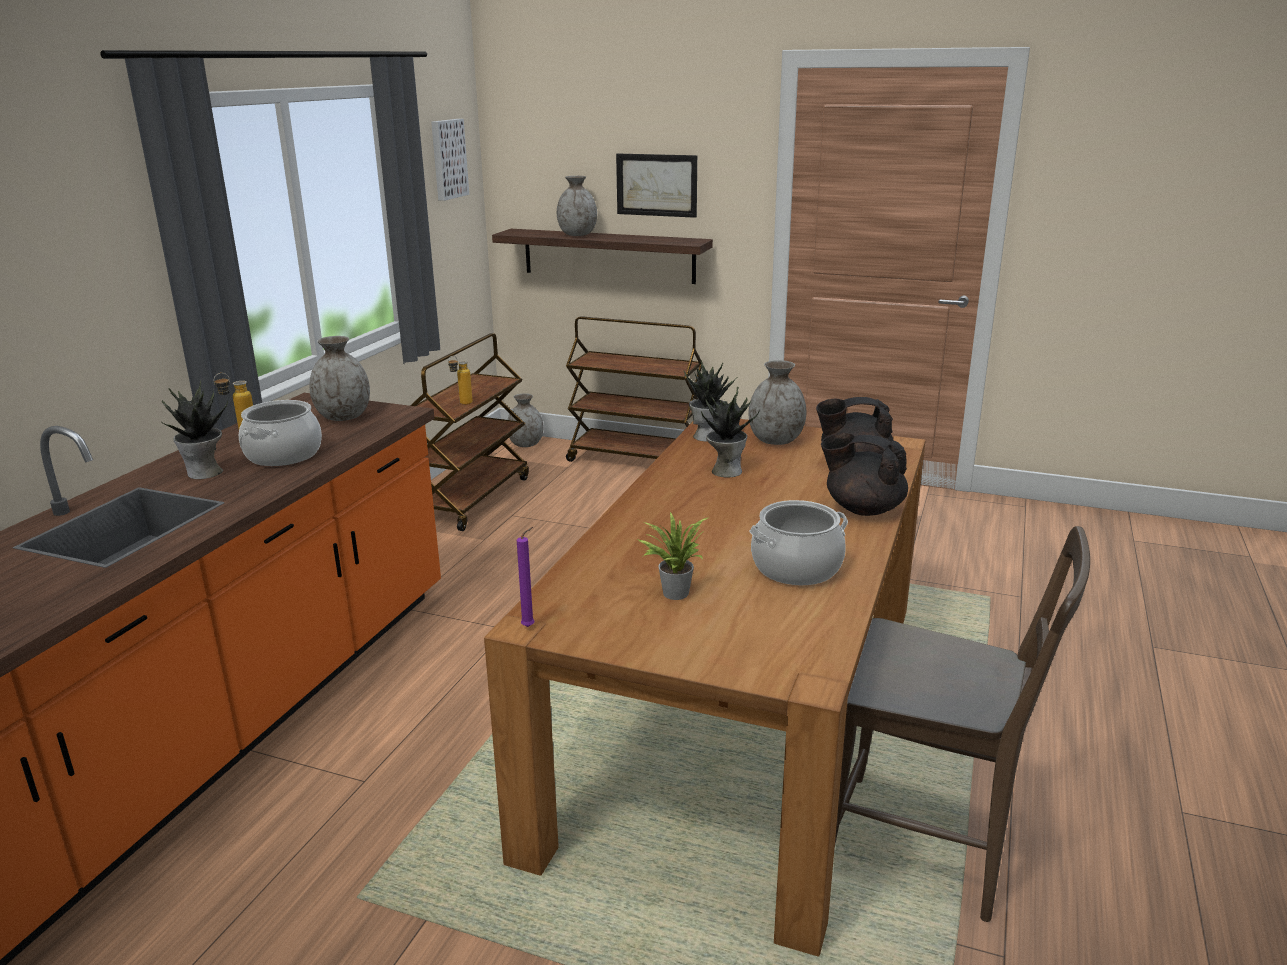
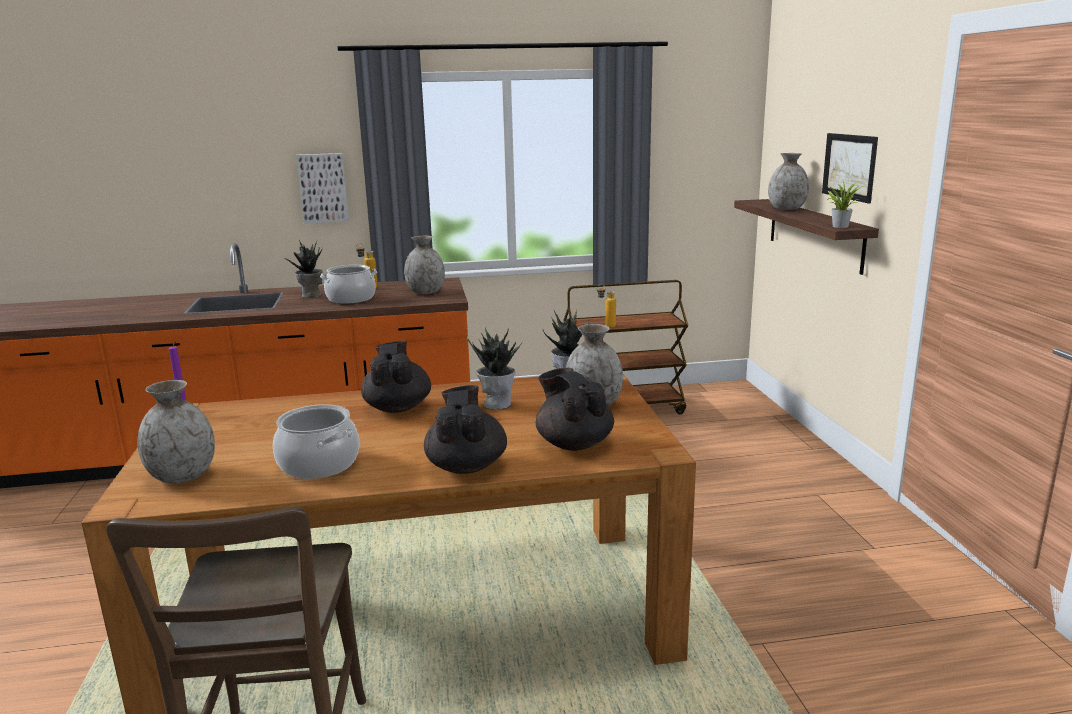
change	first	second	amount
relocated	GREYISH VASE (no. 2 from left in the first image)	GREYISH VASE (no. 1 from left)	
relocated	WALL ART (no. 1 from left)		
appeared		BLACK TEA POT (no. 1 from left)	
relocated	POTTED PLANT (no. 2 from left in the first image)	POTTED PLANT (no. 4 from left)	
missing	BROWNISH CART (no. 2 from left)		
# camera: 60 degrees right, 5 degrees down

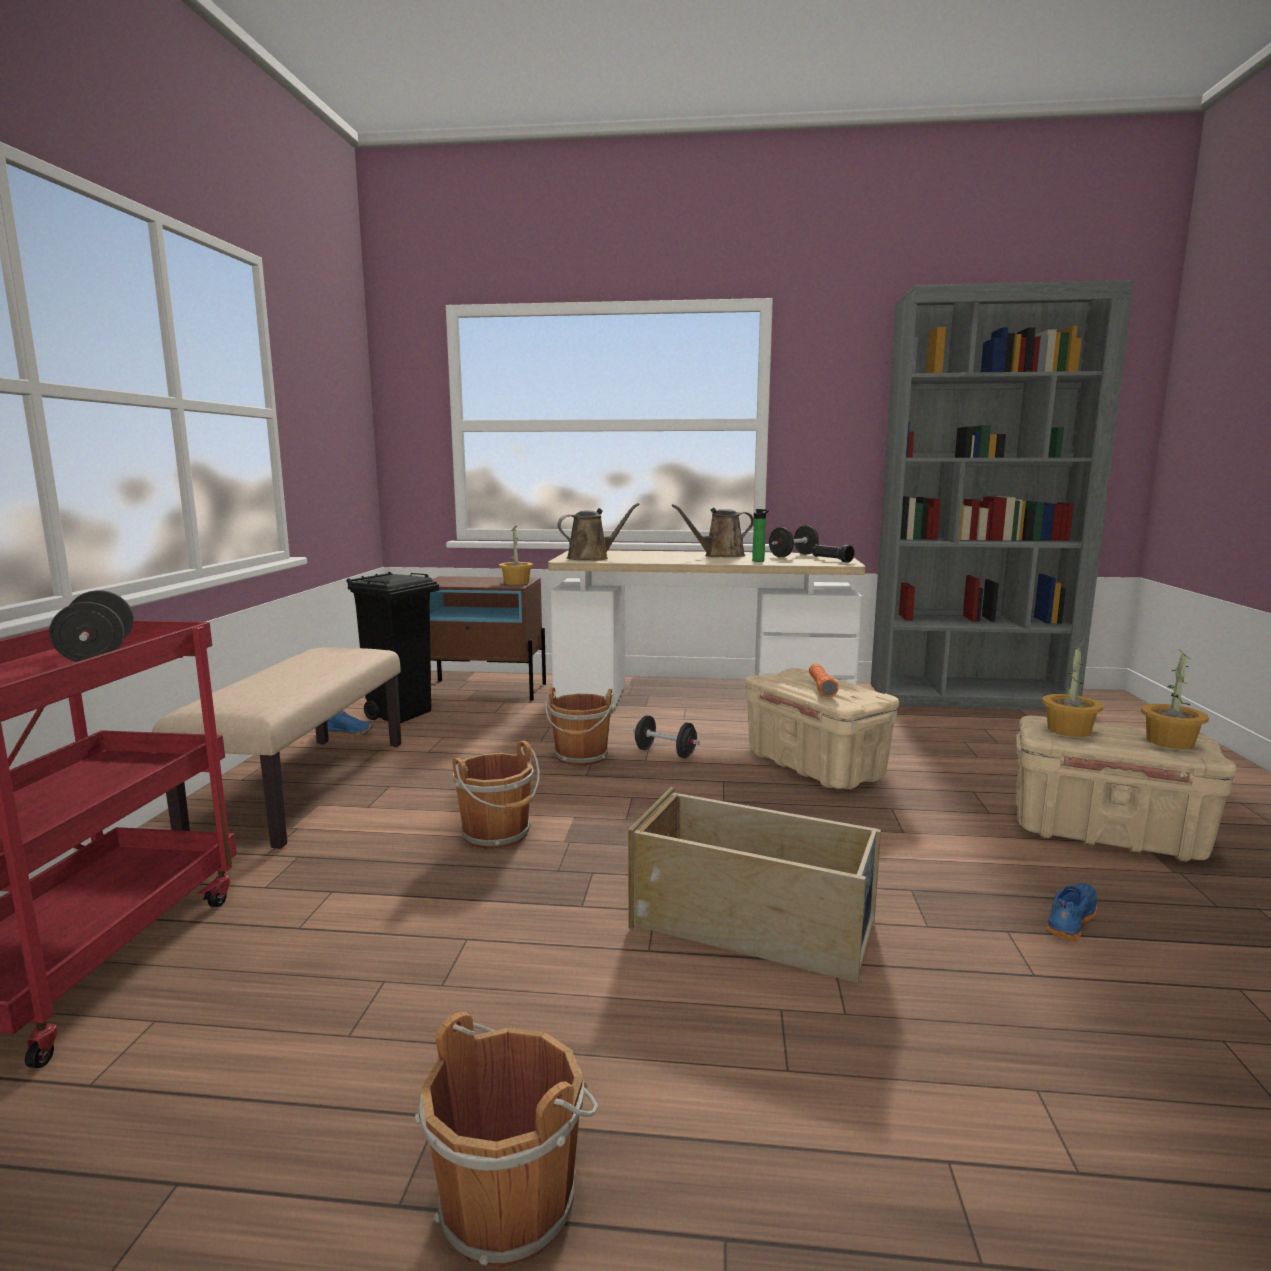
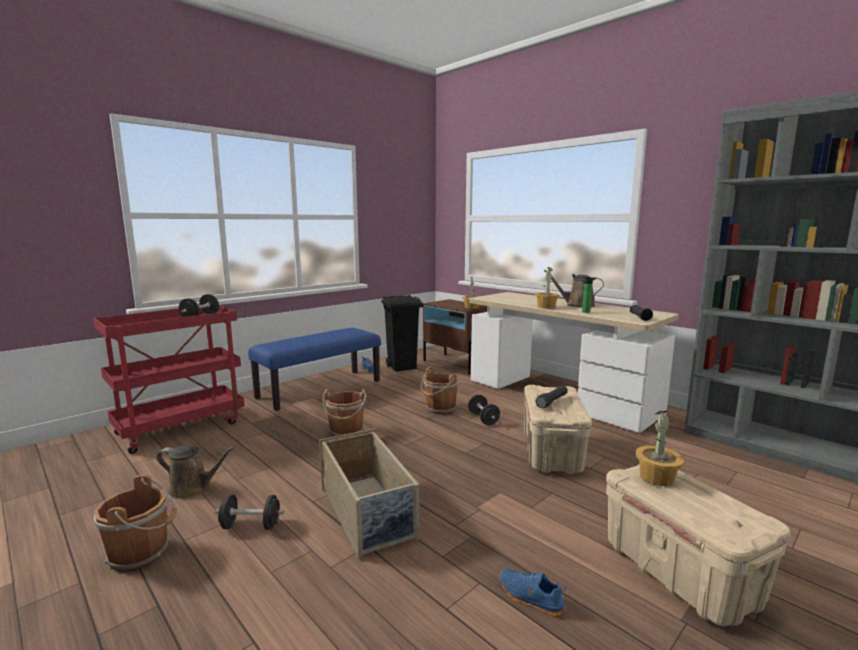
change	first	second	amount
relocated	BROWNISH SPRINKLING CAN (no. 1 from left)		
relocated	BLACK DUMBBELL (no. 3 from left in the first image)	BLACK DUMBBELL (no. 2 from left)	
colour	BEIGE-COLOURED INDOOR BENCH	BLUE INDOOR BENCH	
spun	BLUE LOW SHOE (no. 2 from left)		135 degrees counterclockwise
relocated	POTTED PLANT (no. 3 from left in the first image)	POTTED PLANT (no. 2 from left)	
colour	ORANGE-COLOURED HAND TORCH	BLACK HAND TORCH (no. 1 from left)	
# camera: 40 degrees right, 0 degrees up

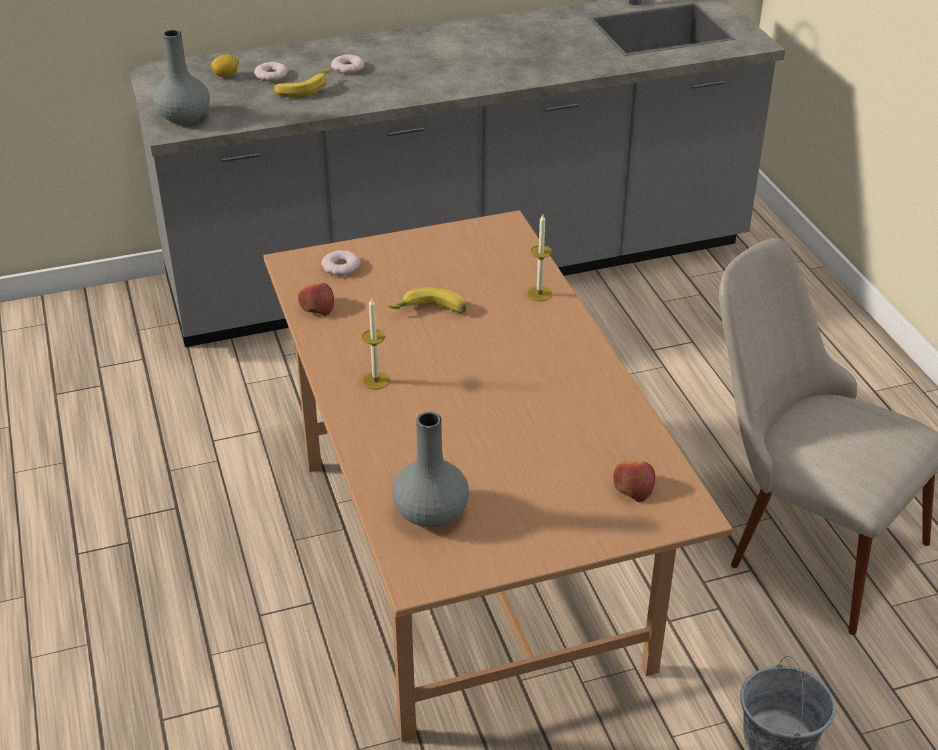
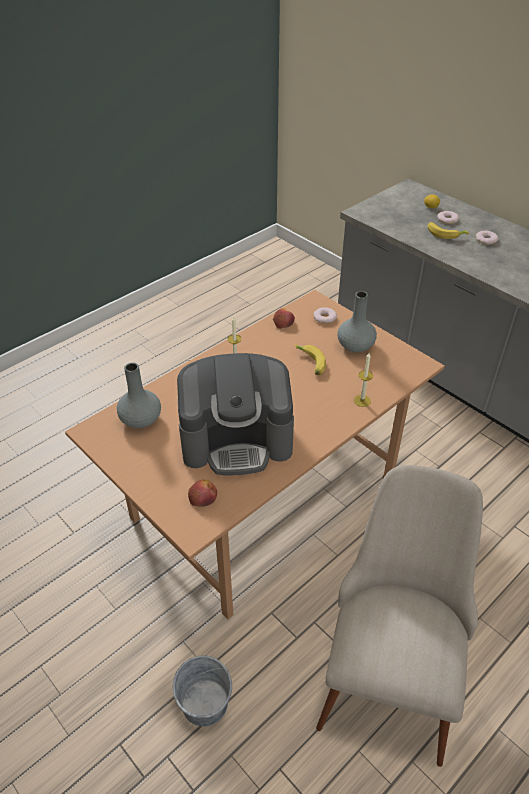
change	first	second	amount
appeared		COFFEE MACHINE	
relocated	GREYISH VASE (no. 1 from left in the first image)	GREYISH VASE (no. 2 from left)	
# camera: 65 degrees right, 5 degrees up

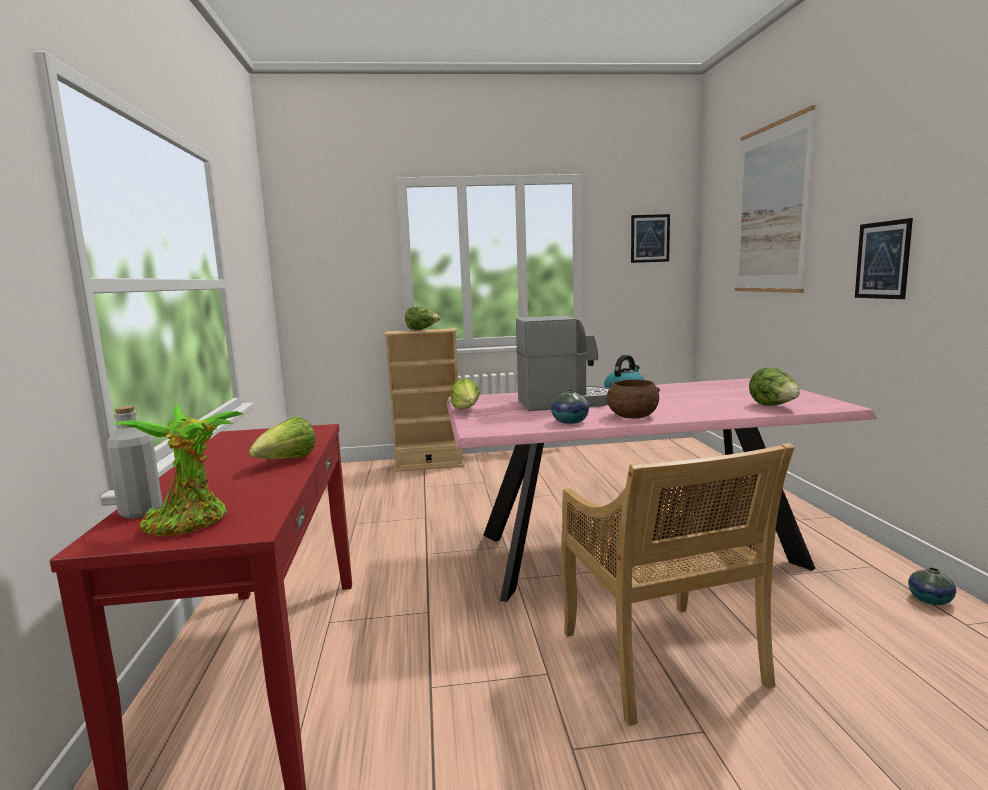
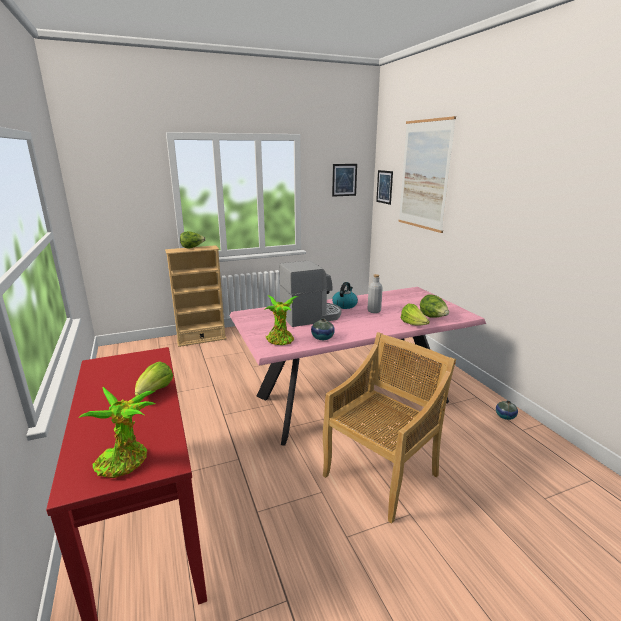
change	first	second	amount
appeared		POTTED PLANT (no. 2 from left)	
spun	BEIGE-COLOURED CHAIR		105 degrees counterclockwise
relocated	GREYISH BOTTLE		
relocated	WALL ART (no. 3 from left in the first image)	WALL ART (no. 2 from left)	
relocated	HEAD OF LETTUCE (no. 3 from left)		
missing	BROWNISH SERVING BOWL		
# camera: 15 degrees left, 10 degrees up

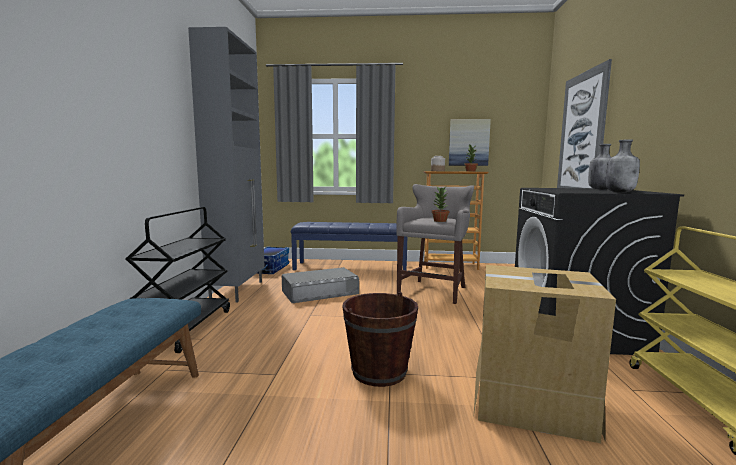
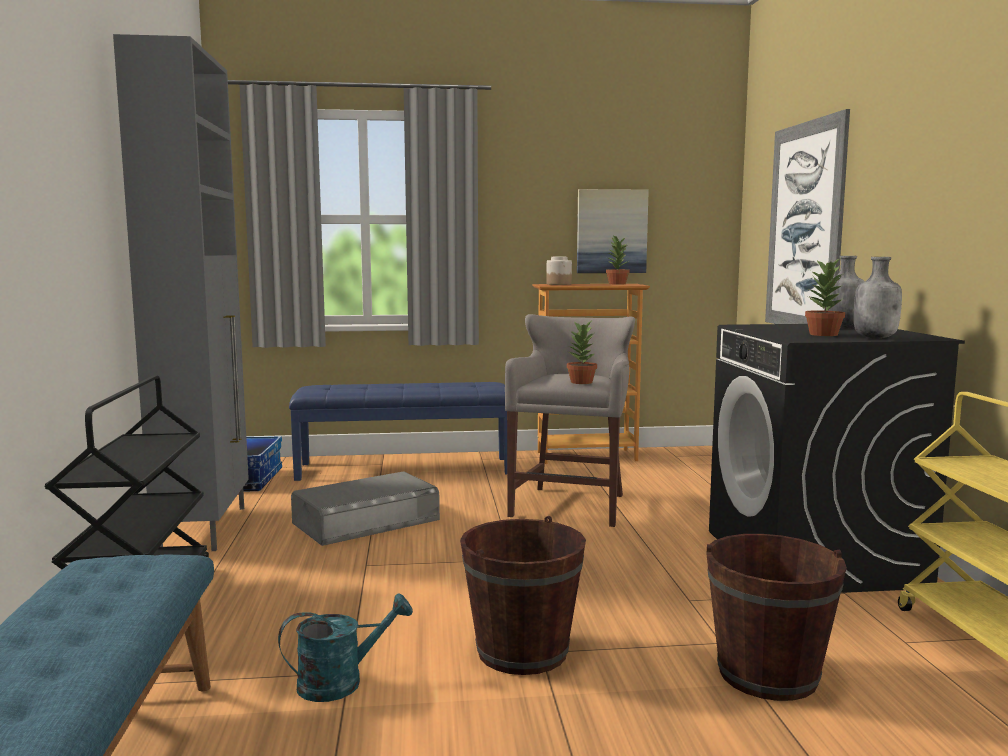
change	first	second	amount
appeared		BLUE-GREEN SPRINKLING CAN	
exchanged	PACKING BOX	BROWNISH BUCKET (no. 2 from left)	
appeared		POTTED PLANT (no. 3 from left)	
# camera: 10 degrees left, 0 degrees up

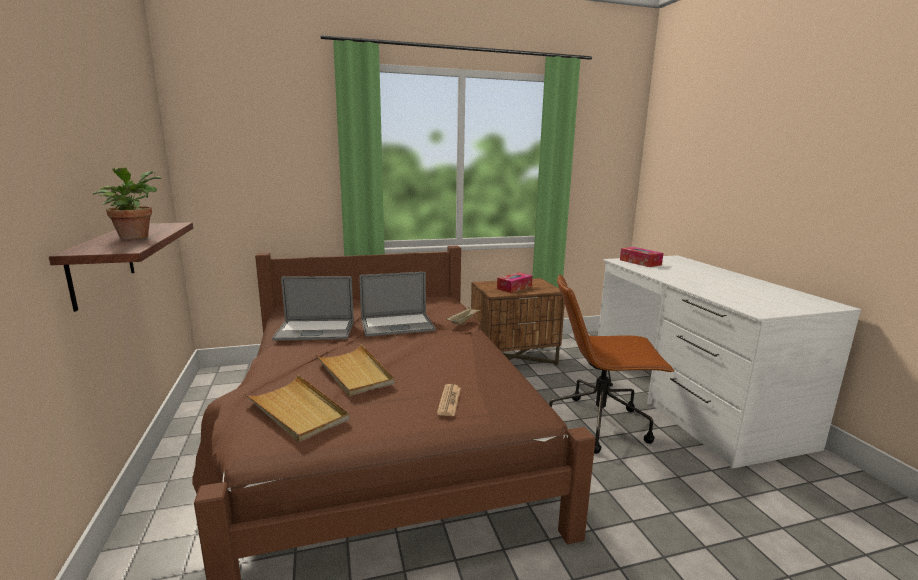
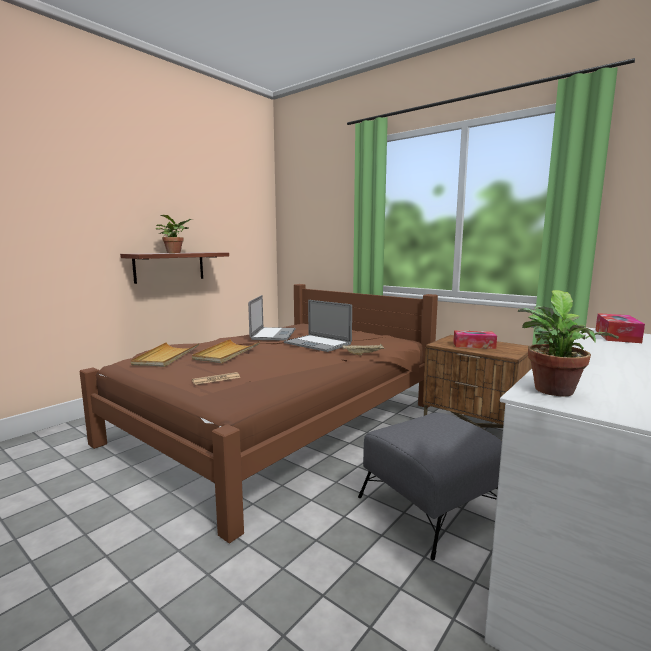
change	first	second	amount
spun	LAPTOP (no. 1 from left)		135 degrees counterclockwise
exchanged	BROWNISH OFFICE CHAIR	GREYISH OTTOMAN	
appeared		POTTED PLANT (no. 2 from left)	
# camera: 55 degrees right, 5 degrees down

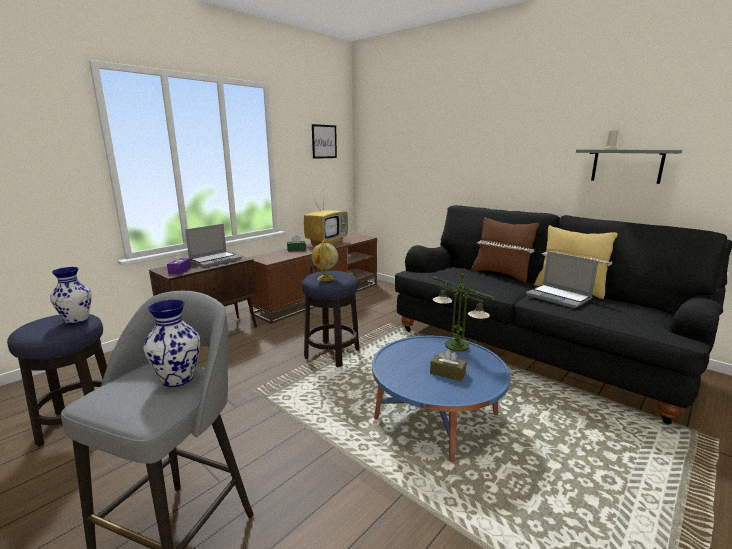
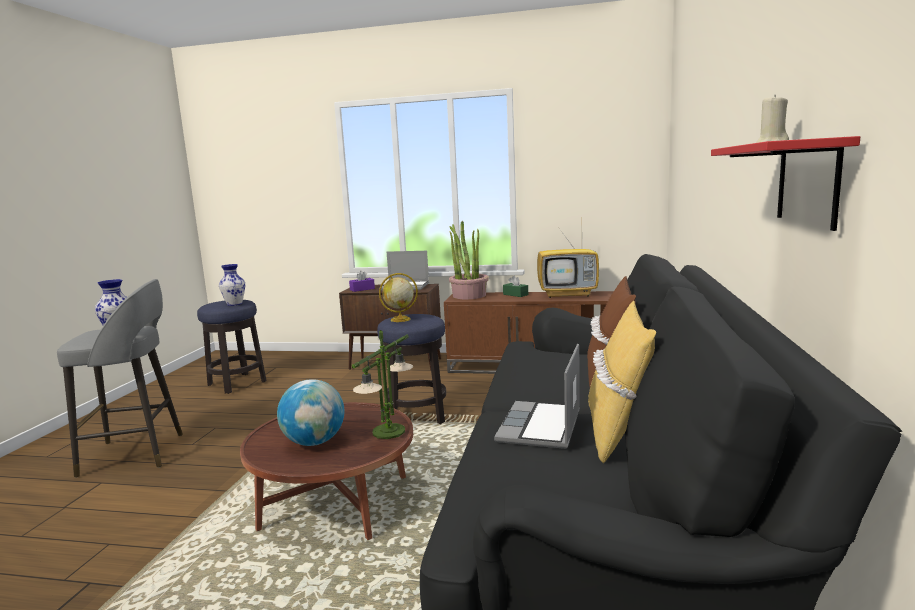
change	first	second	amount
colour	BLUE LOW TABLE	BROWNISH LOW TABLE	
exchanged	BROWNISH TISSUE BOX	WORLD GLOBE (no. 1 from left)	
appeared		POTTED PLANT	
colour	GREYISH WALL SHELF	REDDISH WALL SHELF	
missing	WALL ART		
# camera: 60 degrees right, 5 degrees down

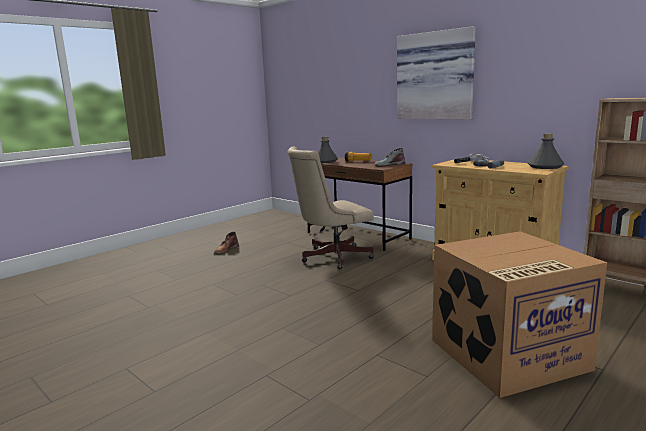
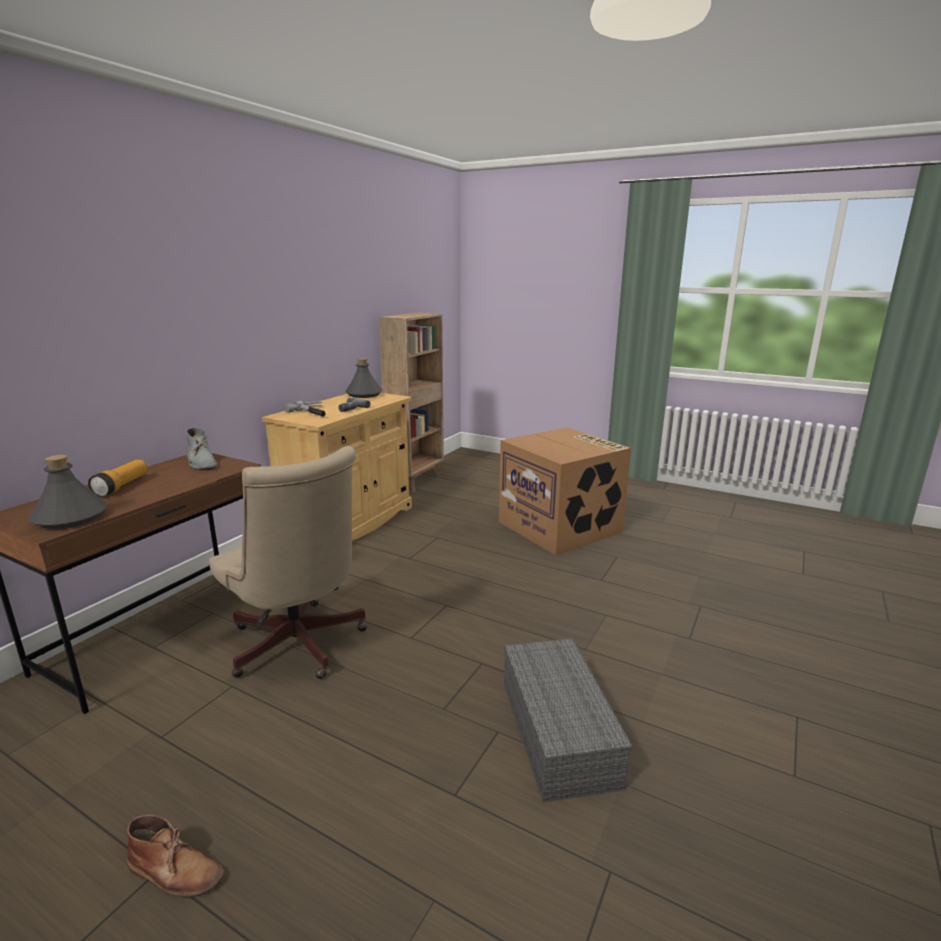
change	first	second	amount
appeared		GREYISH STORAGE BOX	
missing	WALL ART		
# camera: 105 degrees left, 5 degrees up

